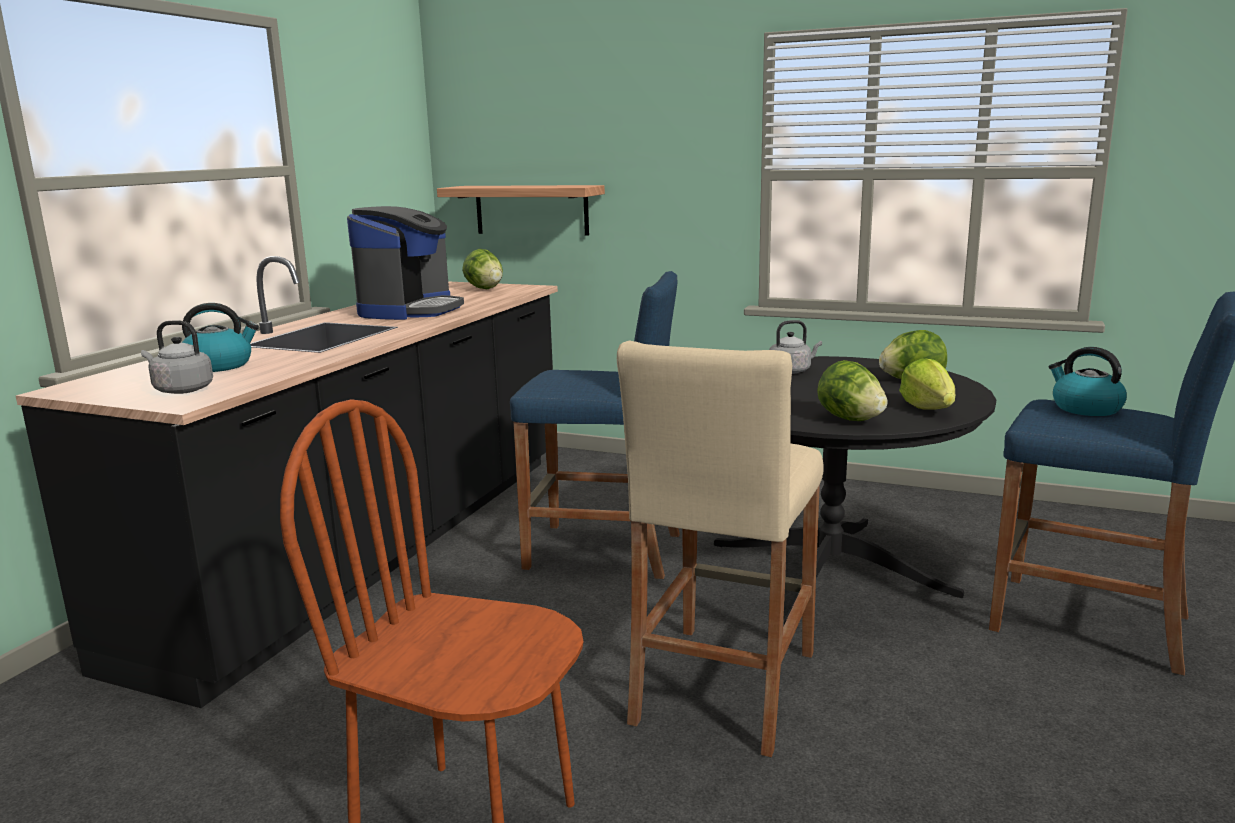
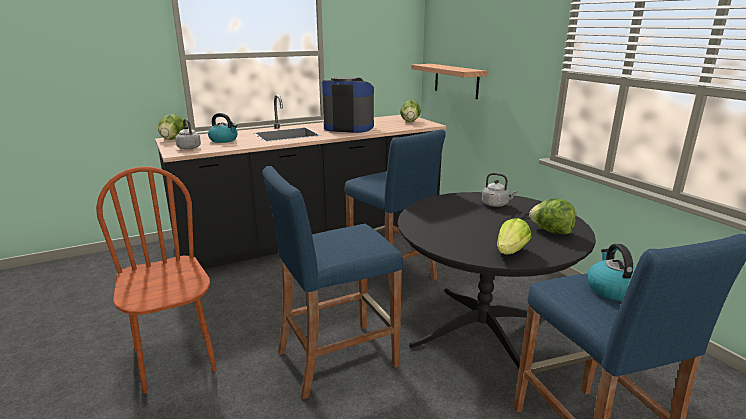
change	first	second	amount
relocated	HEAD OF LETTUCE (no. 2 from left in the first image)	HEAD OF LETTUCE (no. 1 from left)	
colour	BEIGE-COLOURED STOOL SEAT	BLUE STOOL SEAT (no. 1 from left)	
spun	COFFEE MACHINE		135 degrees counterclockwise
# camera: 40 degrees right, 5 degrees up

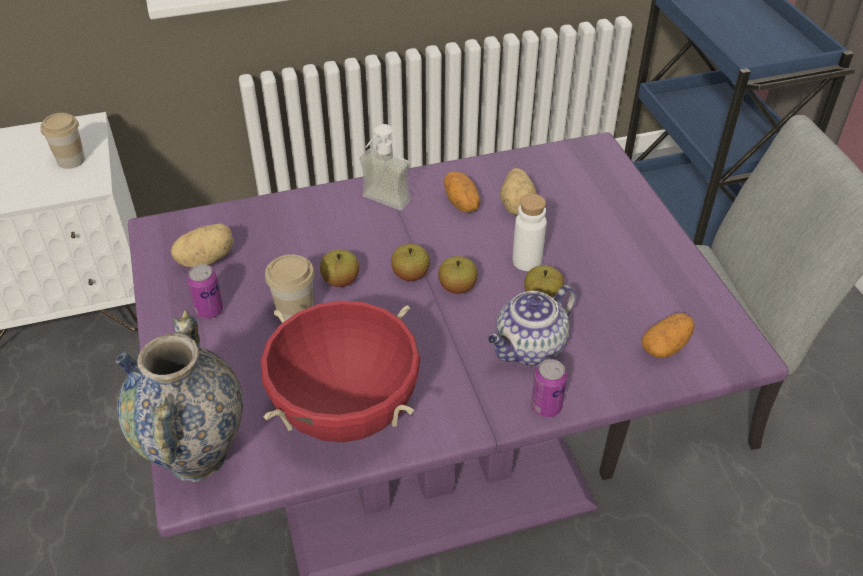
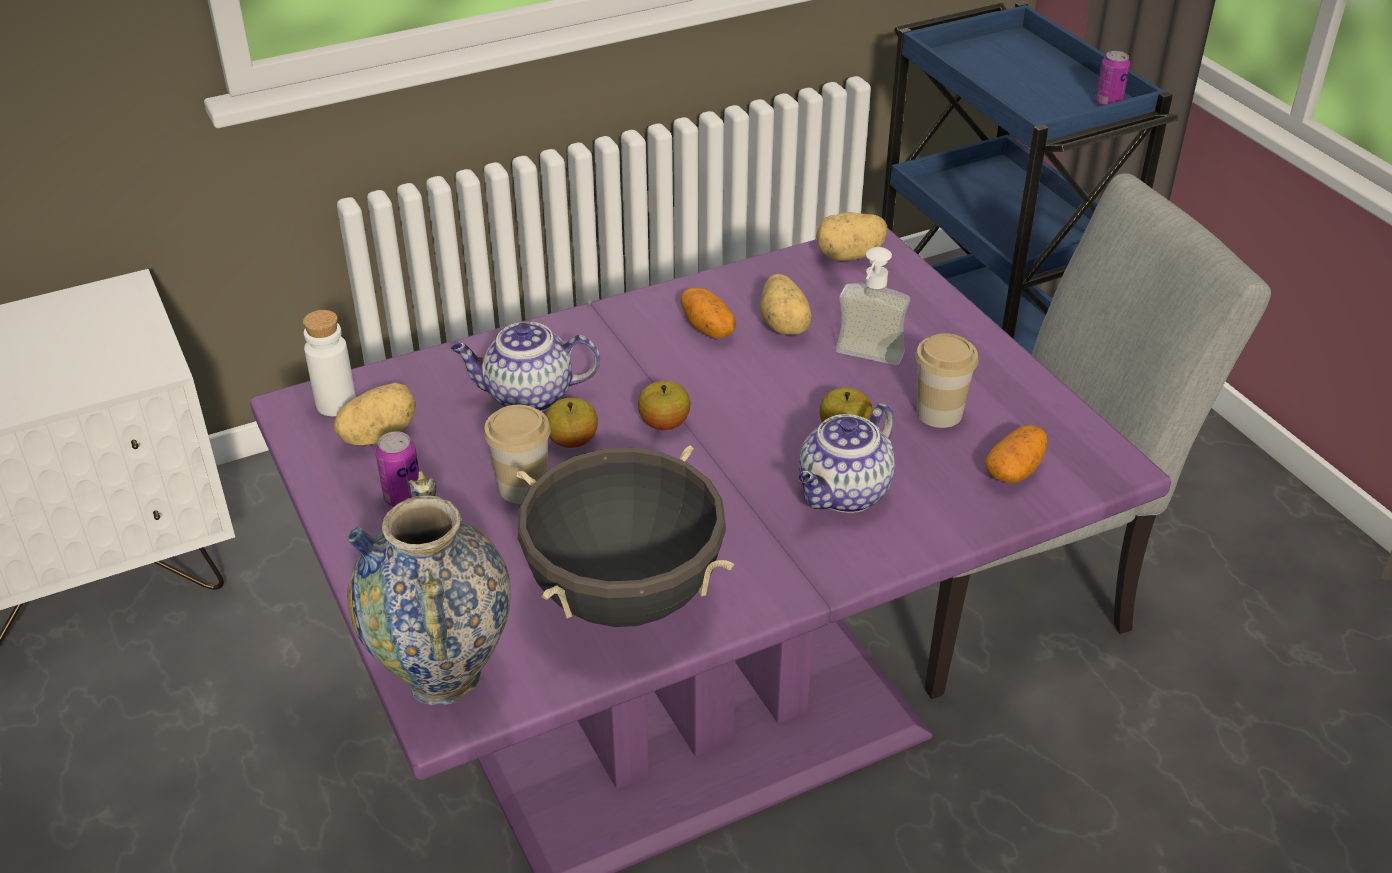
change	first	second	amount
relocated	WHITE-COLOURED BOTTLE		
appeared		TEA POT (no. 1 from left)	
colour	REDDISH SAUCEPOT	BLACK SAUCEPOT	
appeared		POTATO (no. 4 from left)	
relocated	SOAP BOTTLE		
relocated	DRINKING CUP (no. 1 from left in the first image)	DRINKING CUP (no. 2 from left)	
relocated	METAL CAN (no. 2 from left)		
missing	APPLE FRUIT (no. 3 from left)		
# camera: 10 degrees left, 5 degrees down

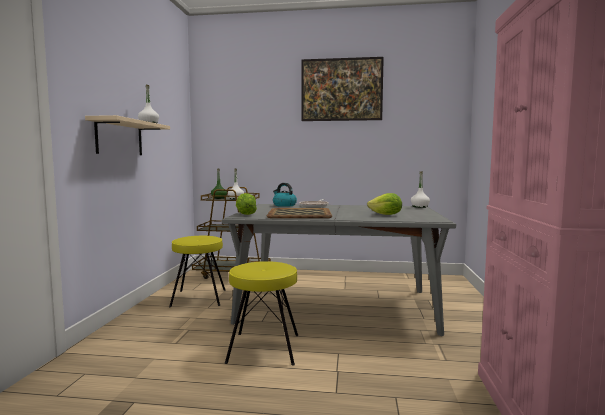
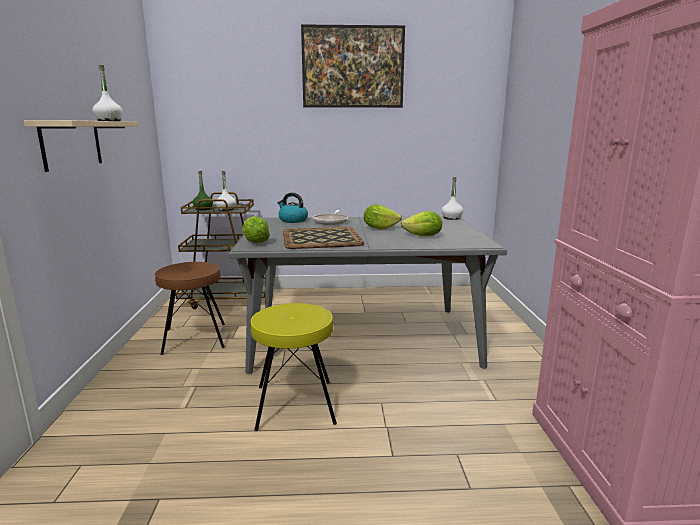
change	first	second	amount
colour	YELLOW STOOL SEAT (no. 1 from left)	BROWNISH STOOL SEAT	
appeared		HEAD OF LETTUCE (no. 2 from left)	
# camera: 10 degrees left, 10 degrees up

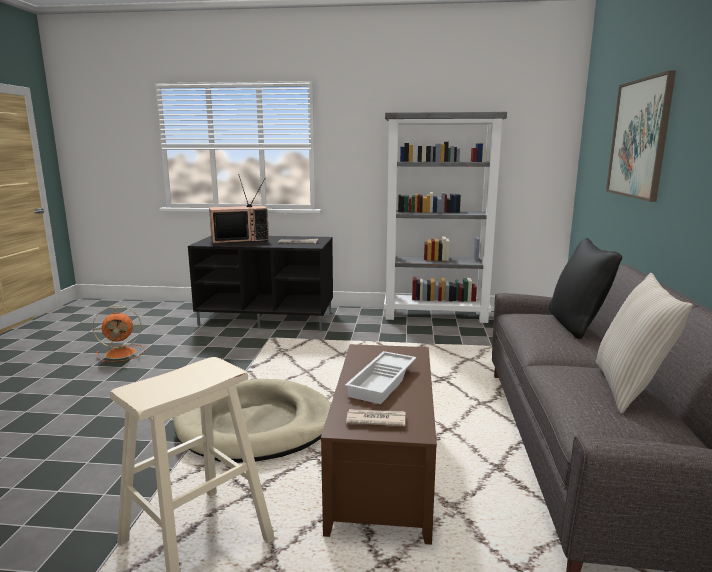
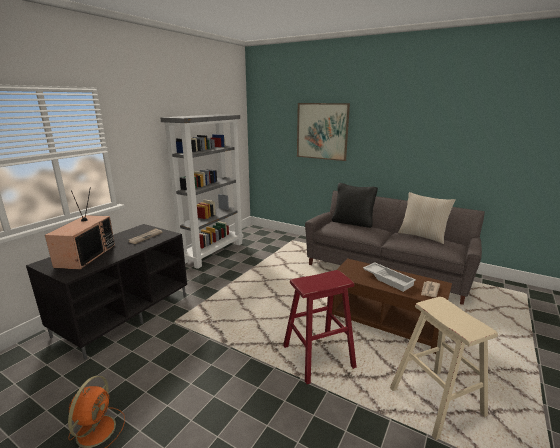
change	first	second	amount
exchanged	BEIGE-COLOURED DOG CUSHION	REDDISH STOOL SEAT	
# camera: 65 degrees left, 5 degrees up

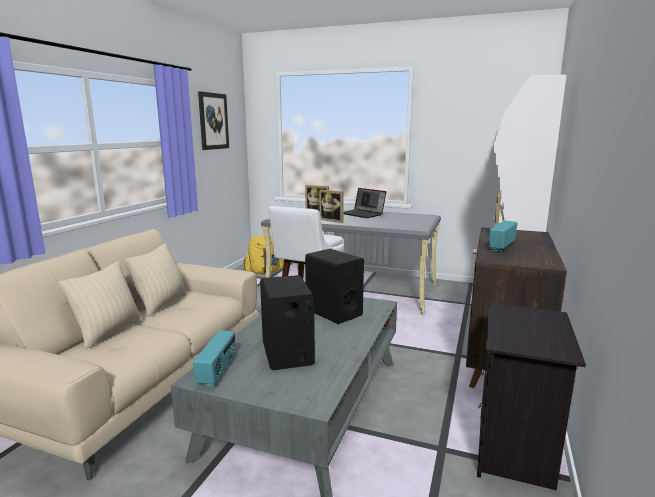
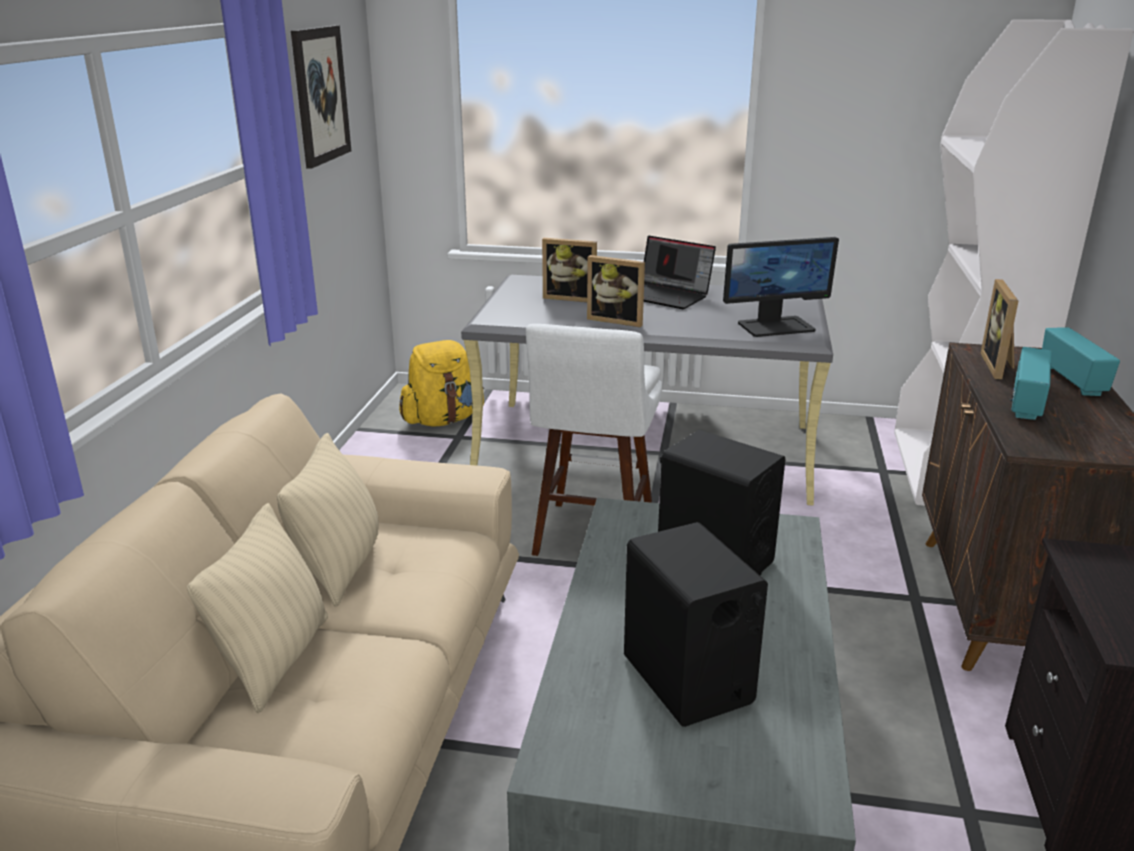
change	first	second	amount
appeared		MONITOR	
relocated	RADIO SET (no. 1 from left in the first image)	RADIO SET (no. 2 from left)	
# camera: 10 degrees left, 10 degrees up

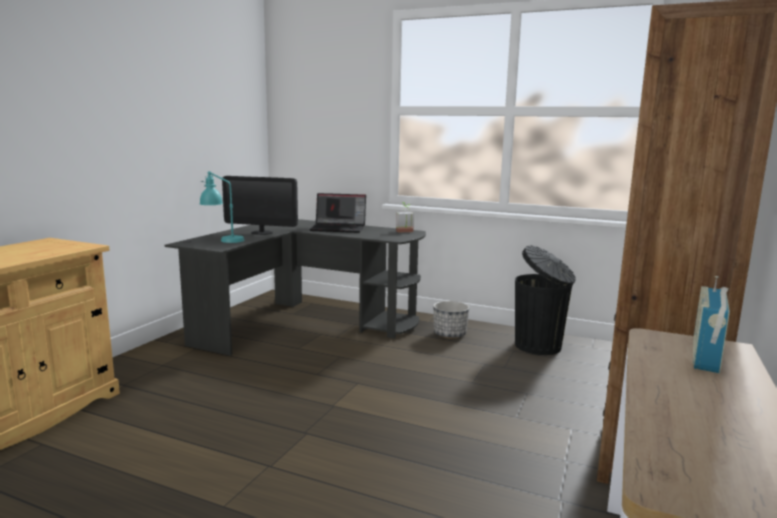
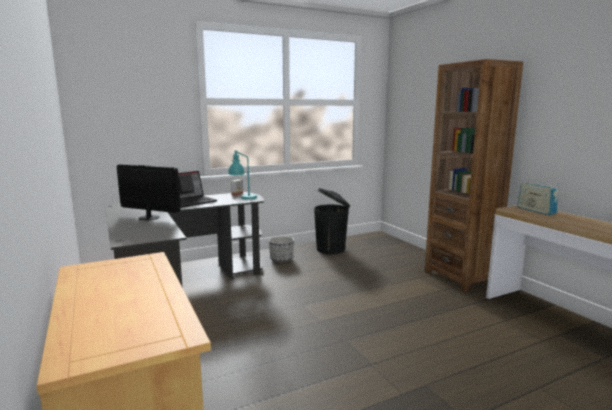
change	first	second	amount
spun	MONITOR		120 degrees counterclockwise
relocated	BLUE-GREEN LAMP FOR A TABLE		
# camera: 50 degrees left, 0 degrees up

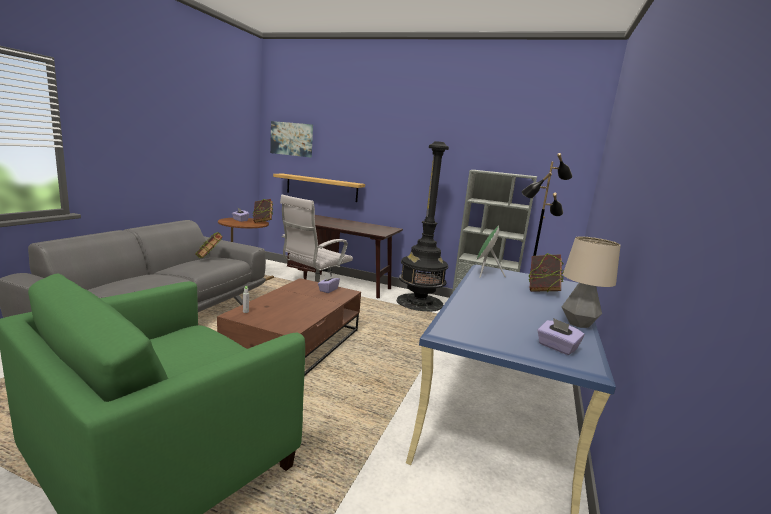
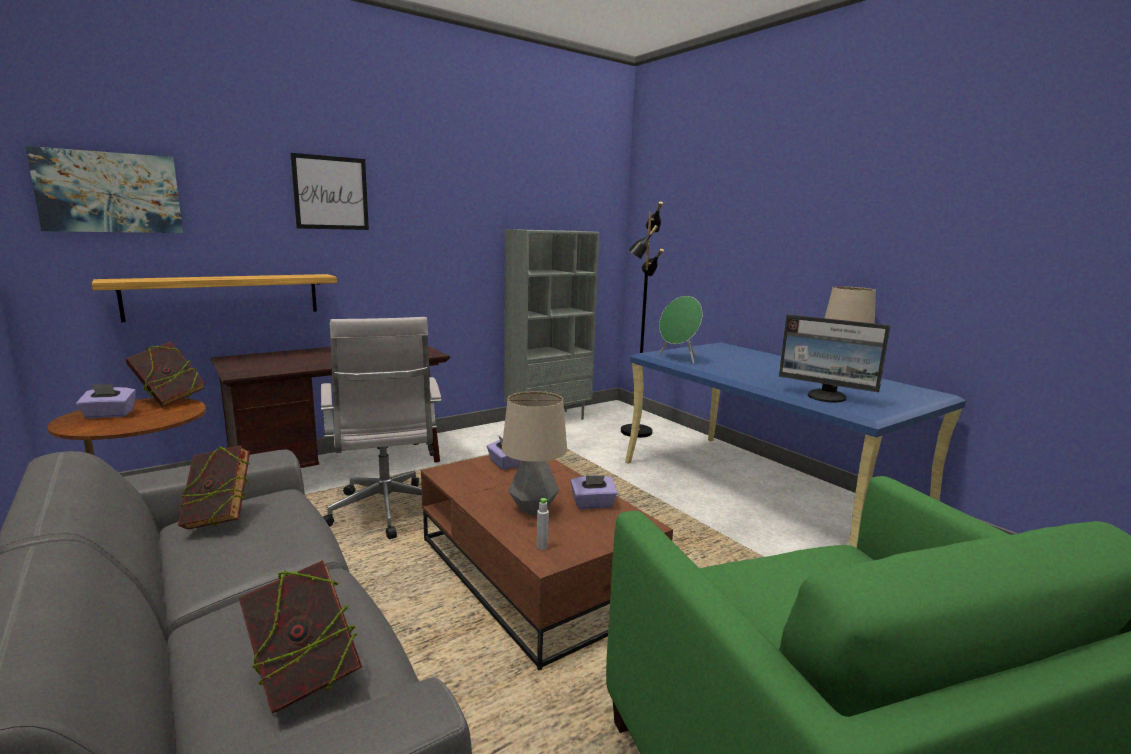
change	first	second	amount
relocated	VOLUME (no. 3 from left)		
appeared		WALL ART (no. 2 from left)	
appeared		LAMP FOR A TABLE (no. 1 from left)	
relocated	PURPLE-COLOURED TISSUE BOX (no. 3 from left)		
appeared		MONITOR	
missing	BLACK FLOOR LAMP (no. 1 from left)		
# camera: 55 degrees left, 0 degrees up

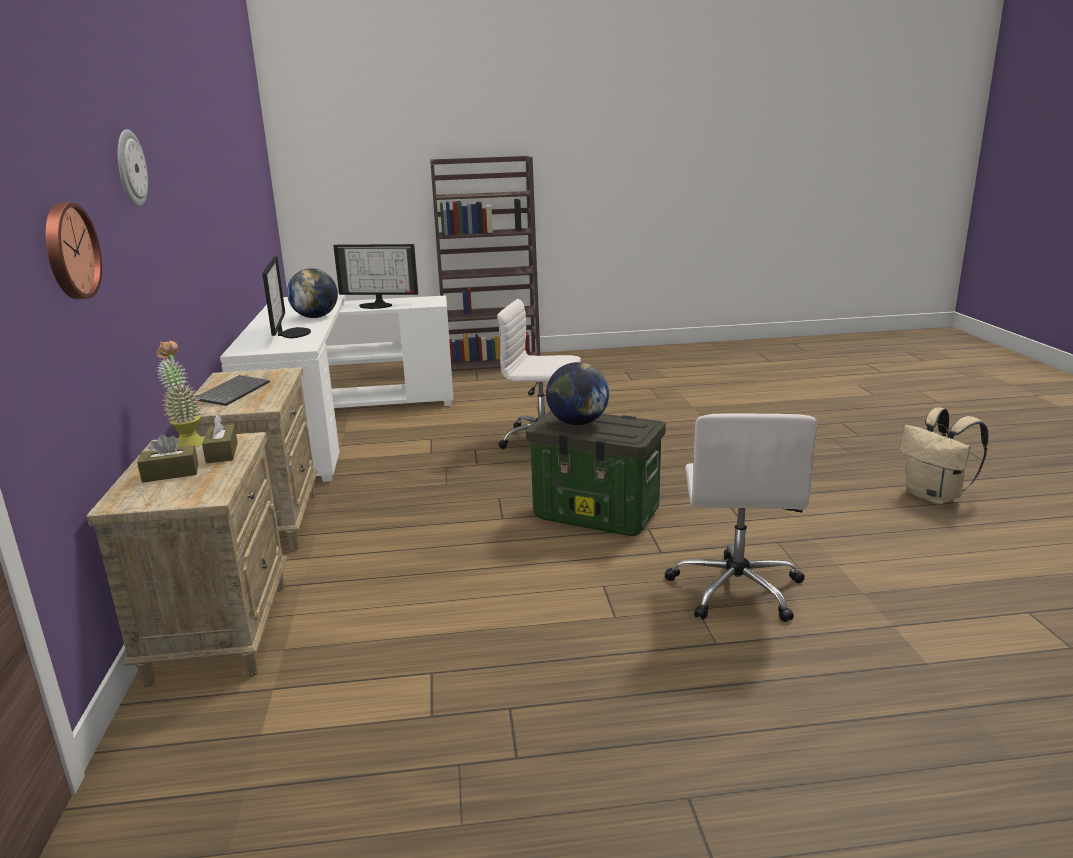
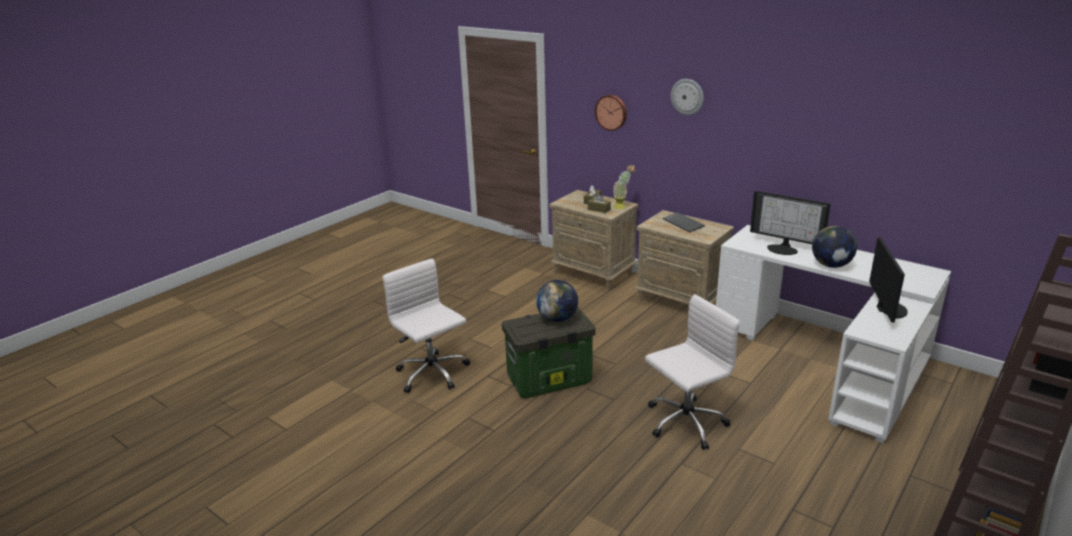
change	first	second	amount
spun	MONITOR (no. 2 from left)		135 degrees clockwise
missing	BEIGE-COLOURED KNAPSACK		
# camera: 135 degrees right, 5 degrees up

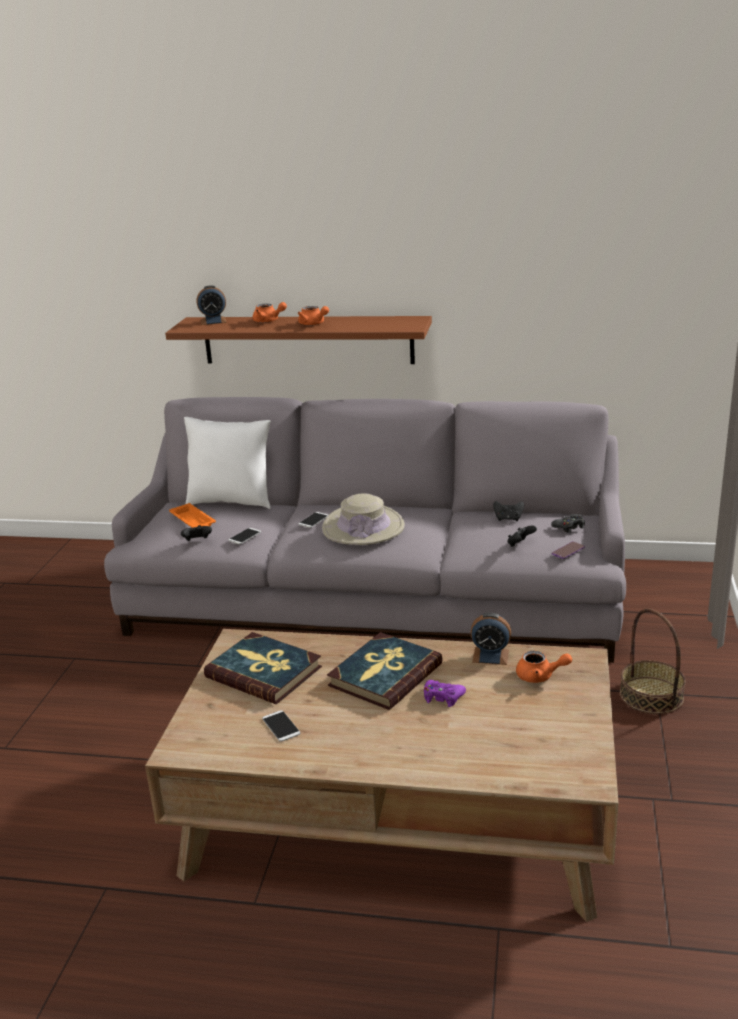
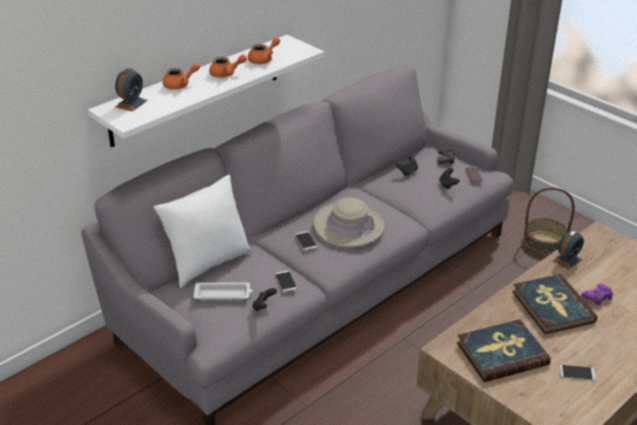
change	first	second	amount
colour	BROWNISH WALL SHELF	WHITE-COLOURED WALL SHELF	
colour	ORANGE-COLOURED TRAY	WHITE-COLOURED TRAY	
relocated	ORANGE-COLOURED TEA POT (no. 3 from left)		
# camera: 55 degrees left, 10 degrees up

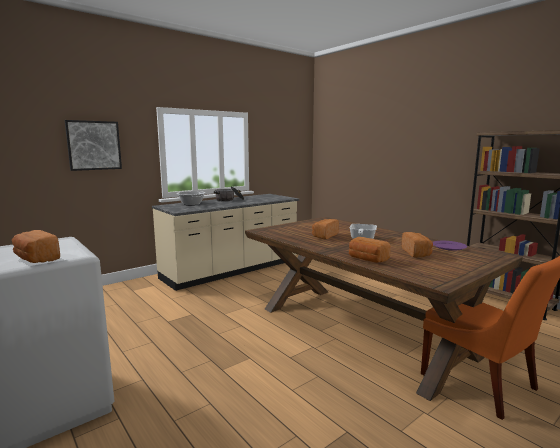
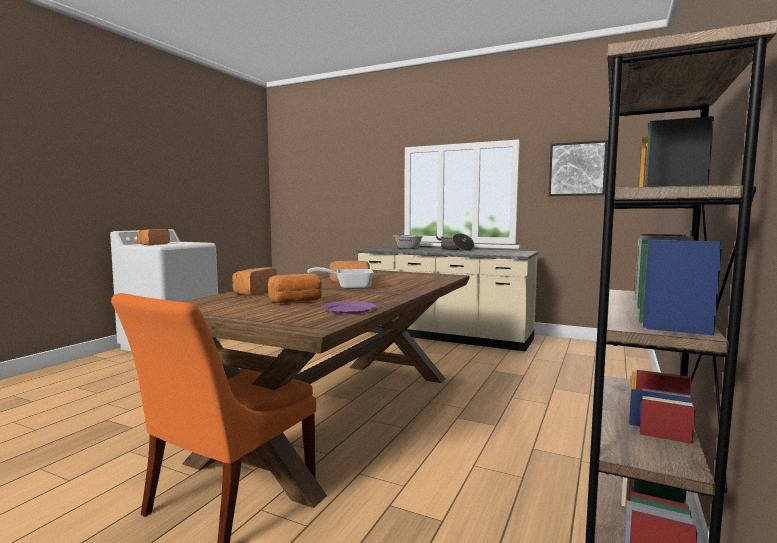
change	first	second	amount
relocated	WALL ART		
# camera: 65 degrees right, 5 degrees down

